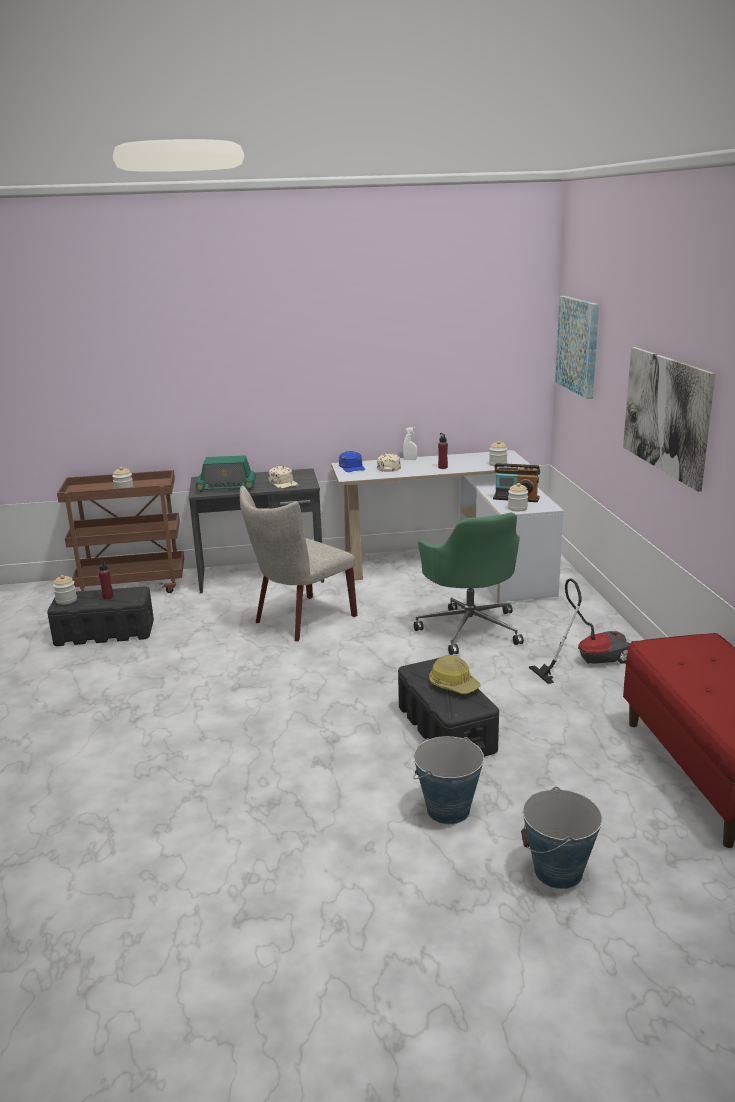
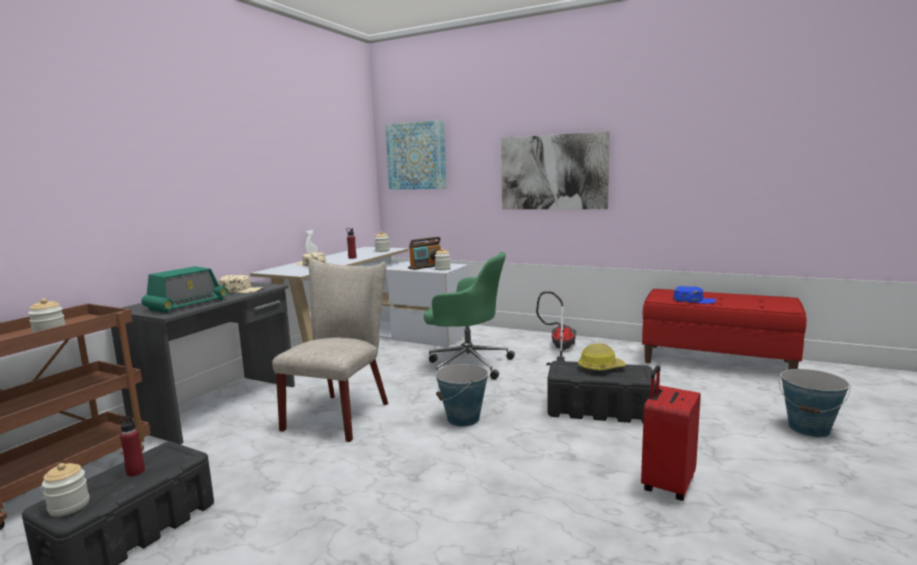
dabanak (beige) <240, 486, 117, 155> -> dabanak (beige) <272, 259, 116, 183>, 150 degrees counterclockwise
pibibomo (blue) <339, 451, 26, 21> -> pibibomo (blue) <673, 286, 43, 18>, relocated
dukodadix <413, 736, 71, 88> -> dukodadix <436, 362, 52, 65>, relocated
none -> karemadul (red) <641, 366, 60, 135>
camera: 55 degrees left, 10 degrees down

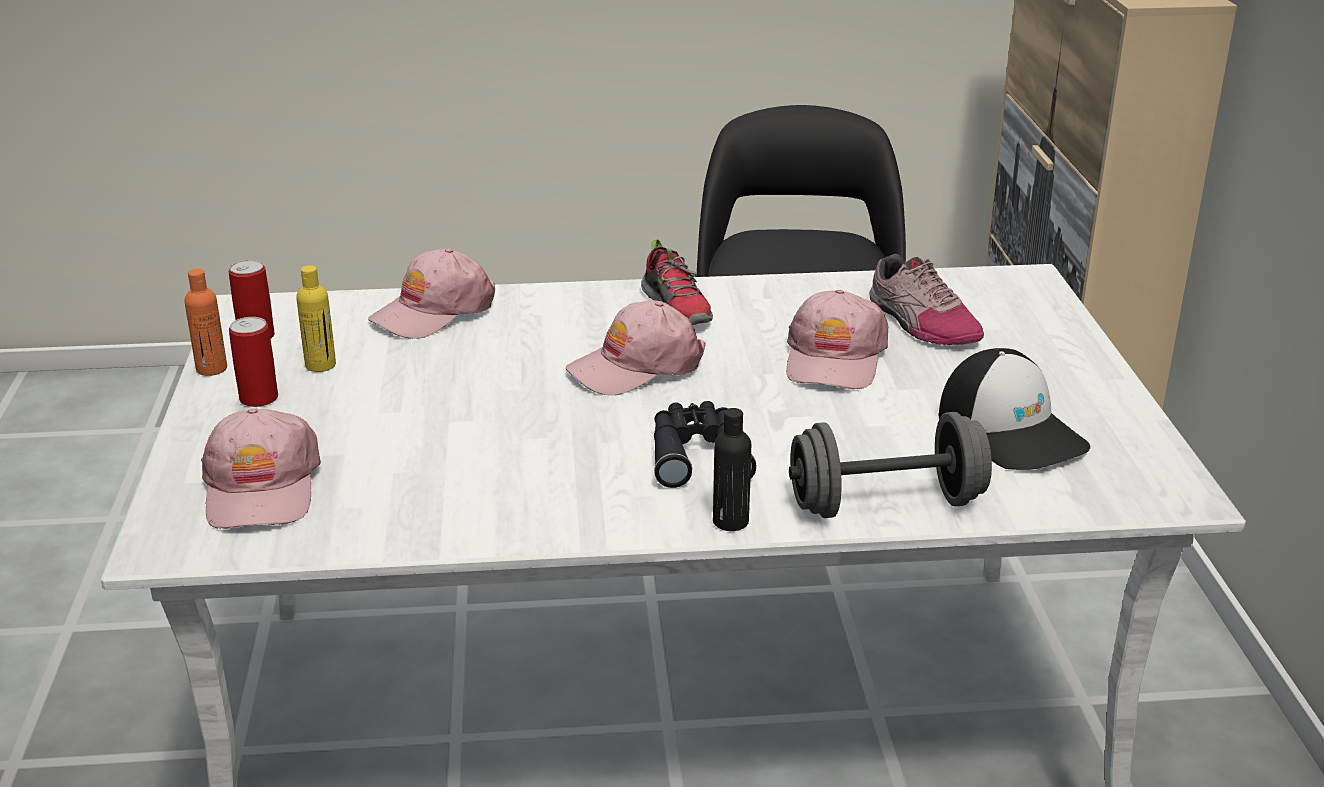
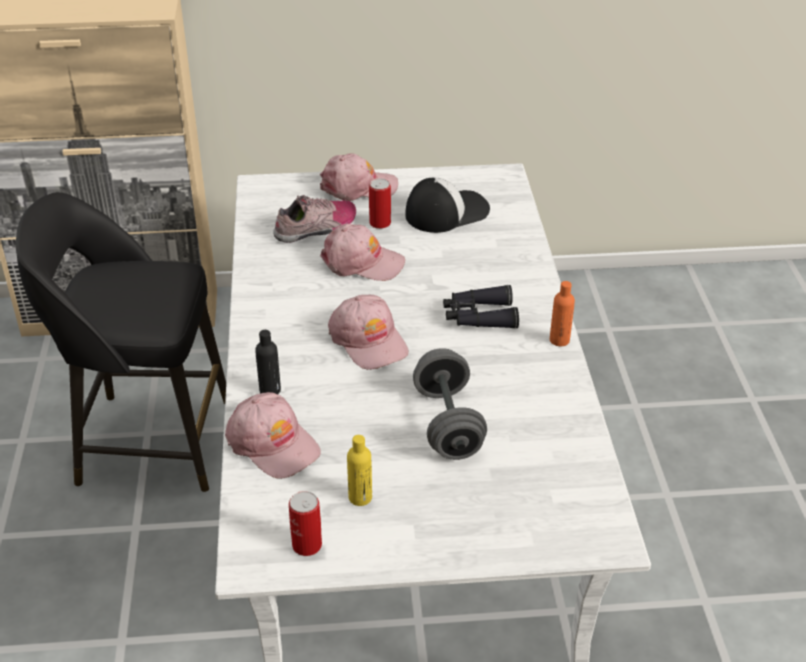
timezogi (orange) <184, 269, 43, 107> -> timezogi (orange) <550, 281, 25, 65>, relocated
pibibomo (pink) <201, 408, 120, 121> -> pibibomo (pink) <320, 153, 78, 48>, relocated
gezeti <229, 317, 49, 90> -> gezeti <369, 178, 22, 51>, relocated
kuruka <641, 239, 72, 86> -> none
timezogi (black) <713, 408, 38, 123> -> timezogi (black) <255, 330, 26, 64>, relocated
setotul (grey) <789, 412, 203, 106> -> setotul (grey) <413, 348, 74, 112>, relocated
camera: 90 degrees left, 10 degrees up

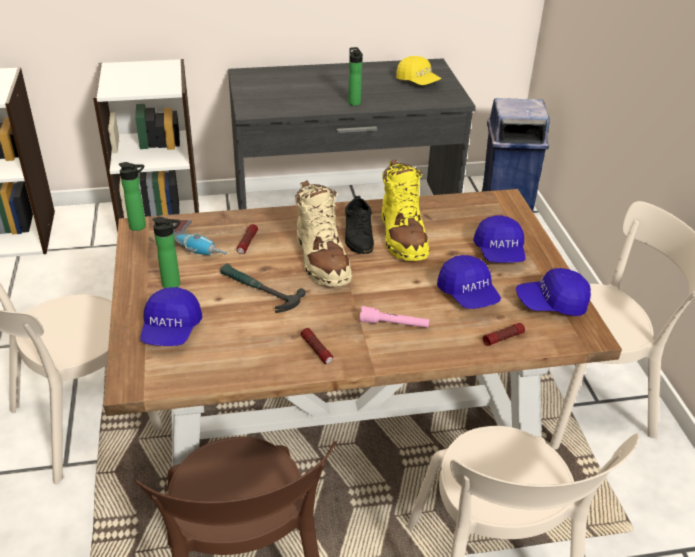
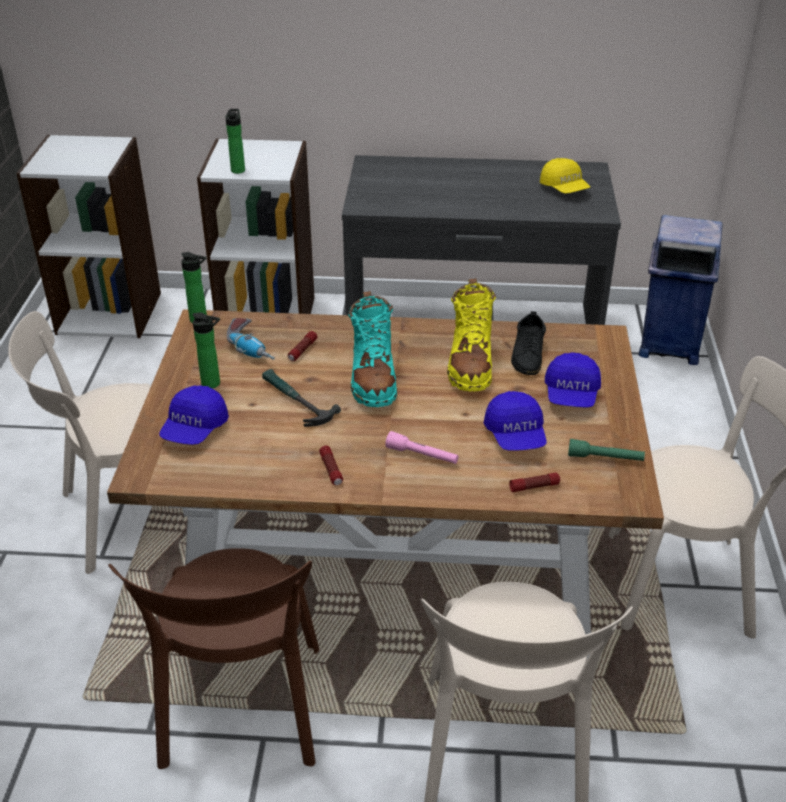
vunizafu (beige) <295, 181, 57, 105> -> vunizafu (turquoise) <348, 291, 49, 116>
kuruka (black) <345, 196, 29, 58> -> kuruka (black) <511, 311, 35, 64>, relocated
timezogi <348, 47, 15, 59> -> timezogi <225, 109, 20, 65>, relocated
pibibomo (blue) <516, 268, 75, 48> -> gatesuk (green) <568, 439, 77, 22>
camera: 15 degrees right, 0 degrees up

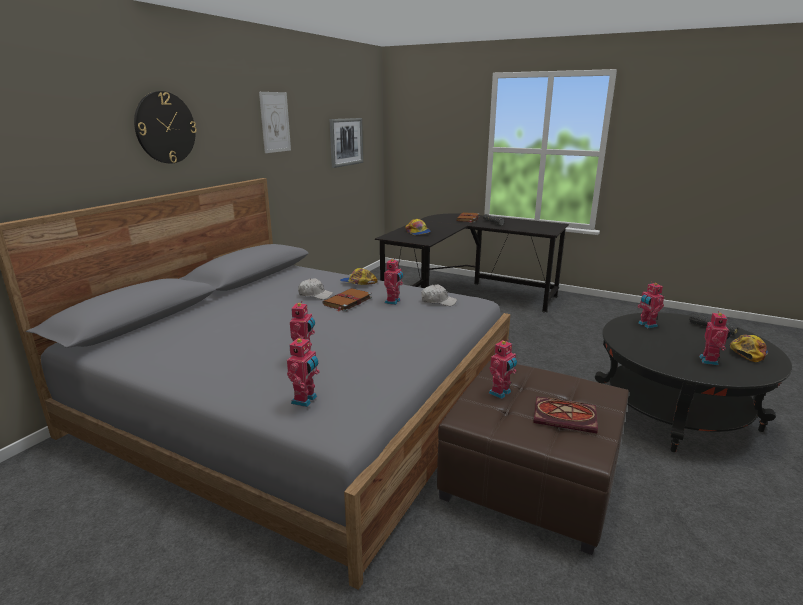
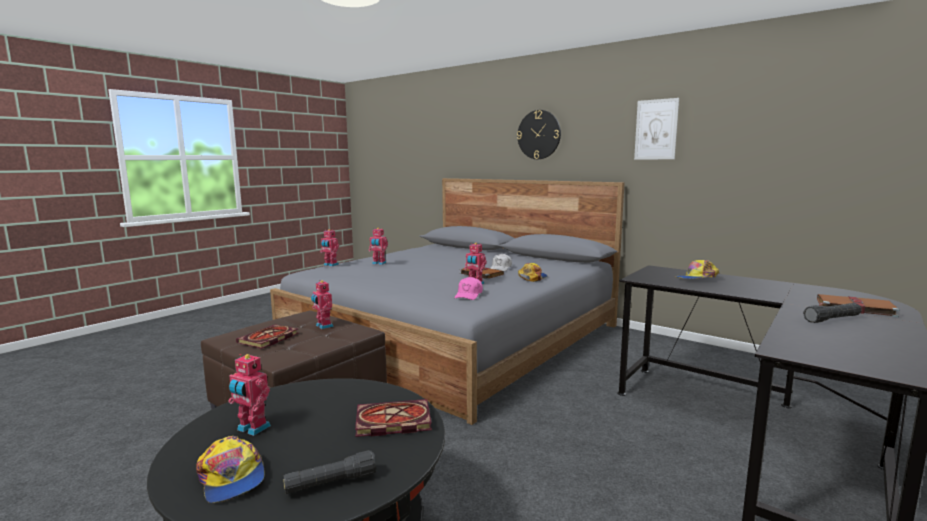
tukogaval <329, 118, 34, 50> -> none
pibibomo (white) <421, 285, 36, 21> -> pibibomo (pink) <454, 277, 29, 23>
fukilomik <638, 283, 26, 45> -> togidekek <355, 399, 77, 38>
camera: 100 degrees right, 10 degrees down

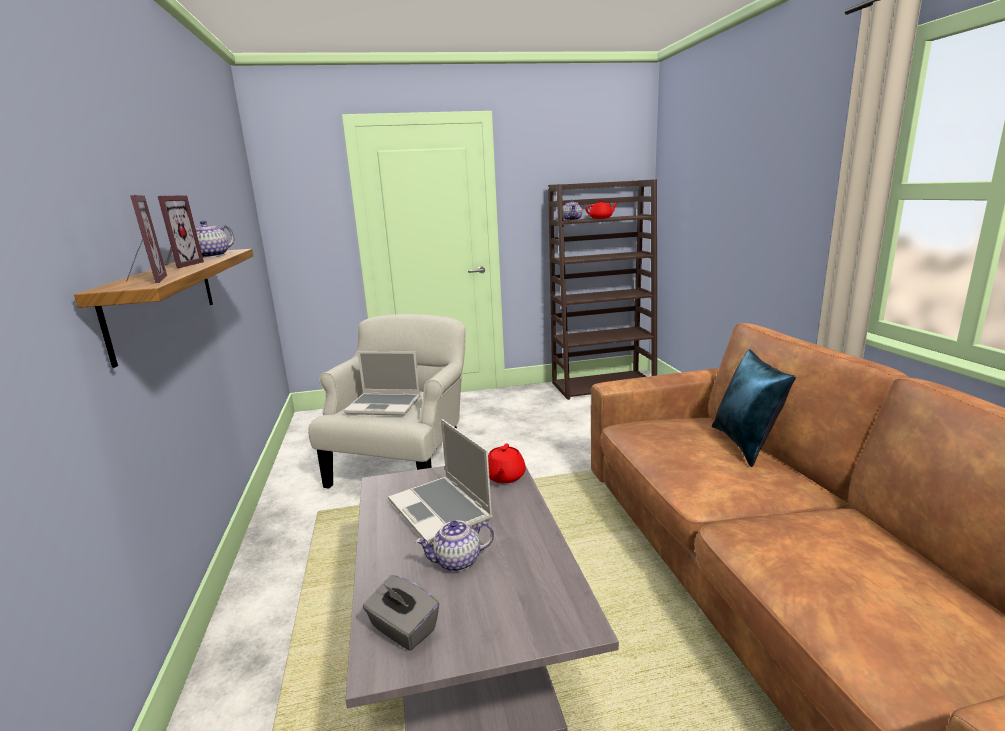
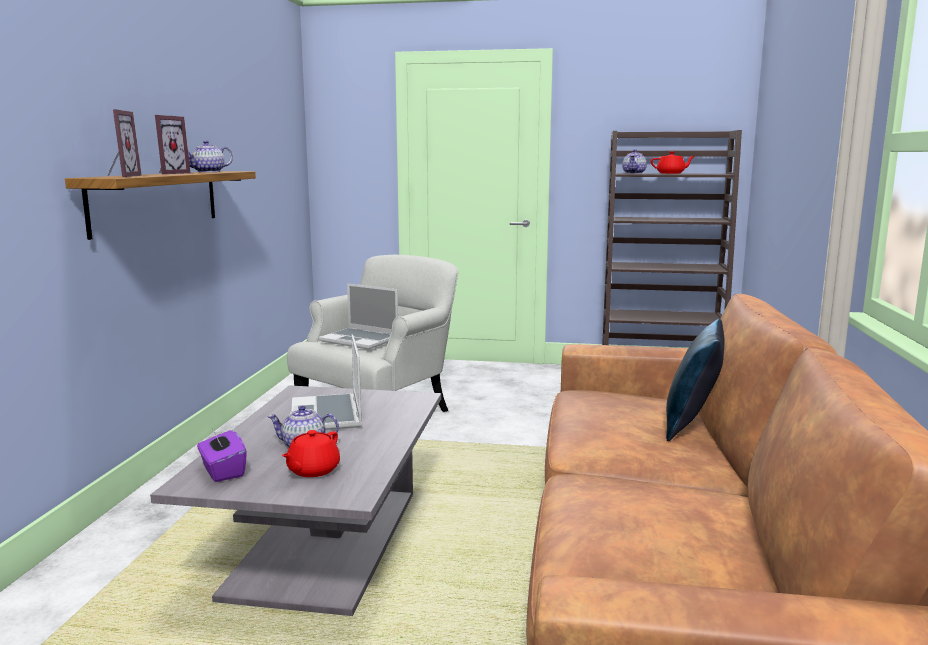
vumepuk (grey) <363, 575, 76, 76> -> vumepuk (purple) <197, 428, 50, 54>
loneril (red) <488, 443, 38, 40> -> loneril (red) <282, 430, 58, 47>, relocated
camera: 20 degrees right, 5 degrees down

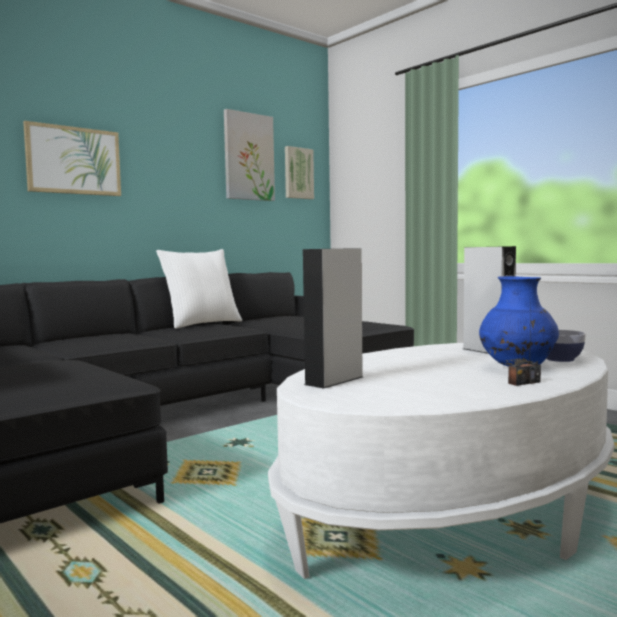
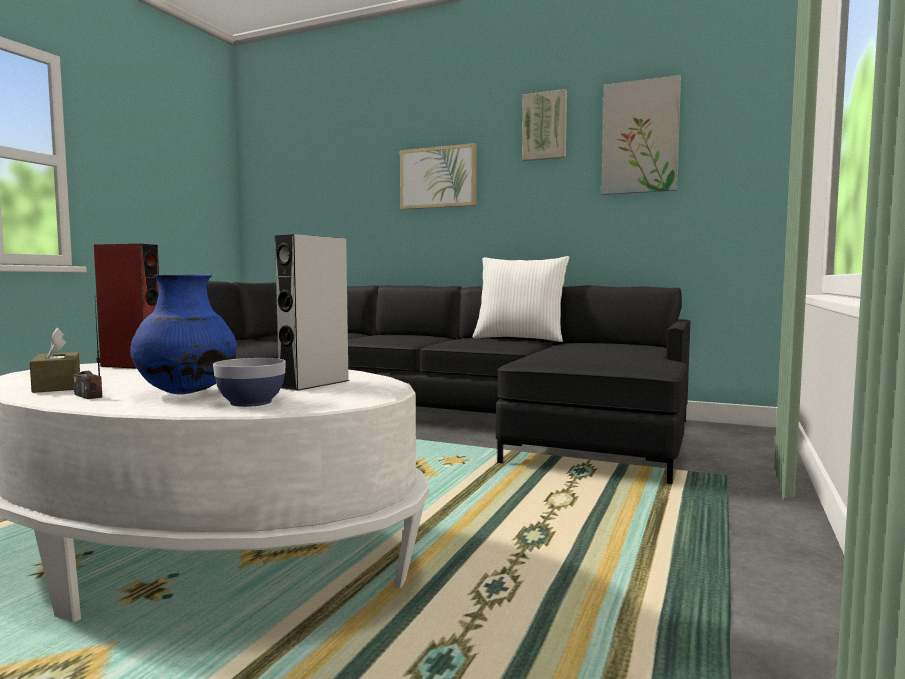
tukogaval <285, 146, 29, 53> -> tukogaval <522, 89, 45, 72>, relocated
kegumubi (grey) <303, 248, 60, 140> -> kegumubi (red) <94, 244, 65, 125>
none -> vumepuk (brown) <30, 328, 50, 65>
camera: 65 degrees right, 0 degrees up

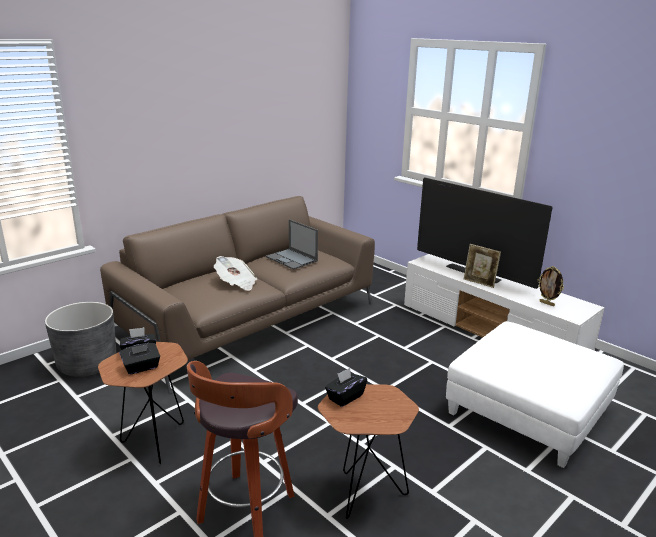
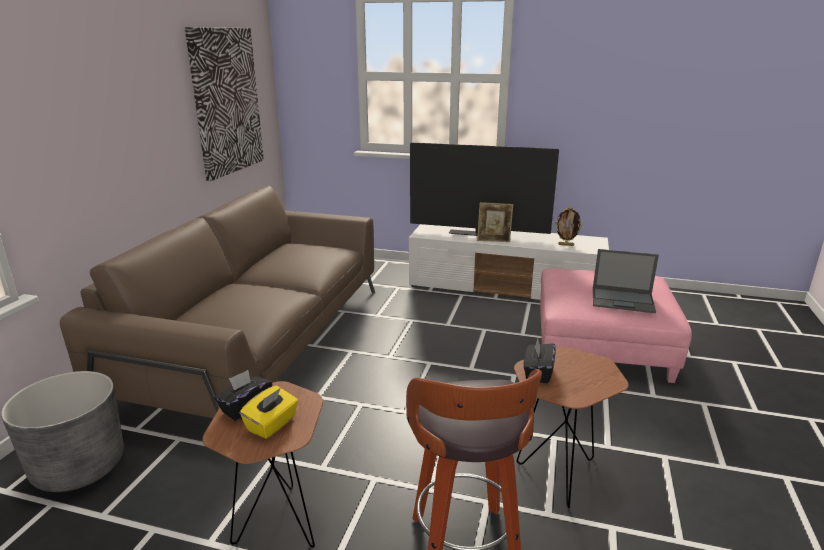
vumepuk (black) <119, 343, 41, 32> -> vumepuk (yellow) <240, 385, 58, 54>
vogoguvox <214, 256, 43, 35> -> none
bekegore <266, 219, 52, 51> -> bekegore <593, 249, 66, 64>, relocated
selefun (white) <446, 321, 178, 147> -> selefun (pink) <540, 268, 152, 115>
none -> tukogaval <185, 27, 79, 154>
camera: 30 degrees left, 0 degrees up

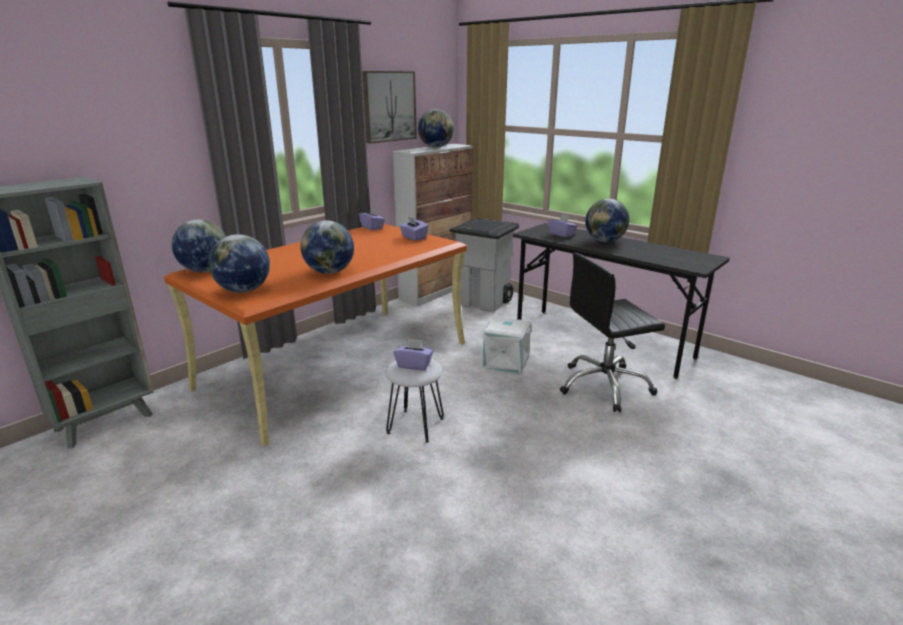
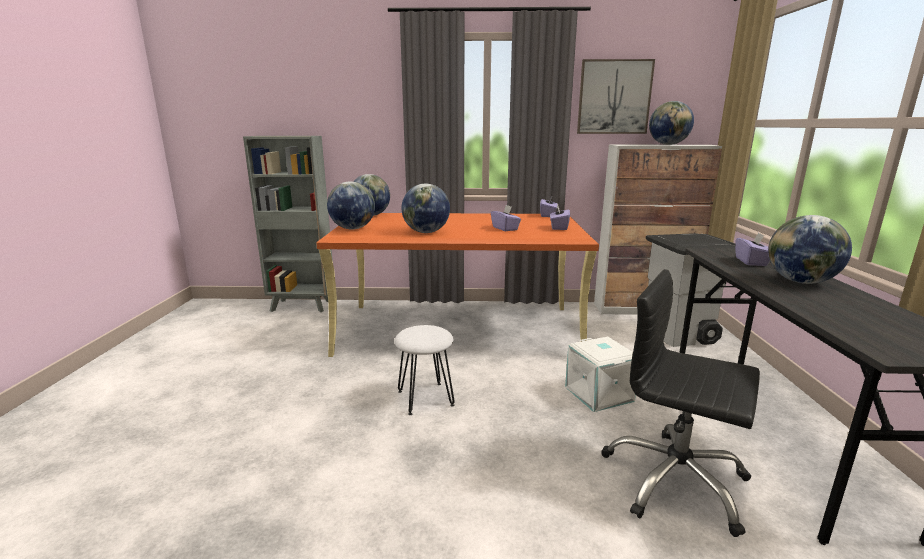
vumepuk (purple) <394, 338, 40, 33> -> vumepuk (purple) <491, 205, 30, 26>, relocated
camera: 50 degrees right, 5 degrees down

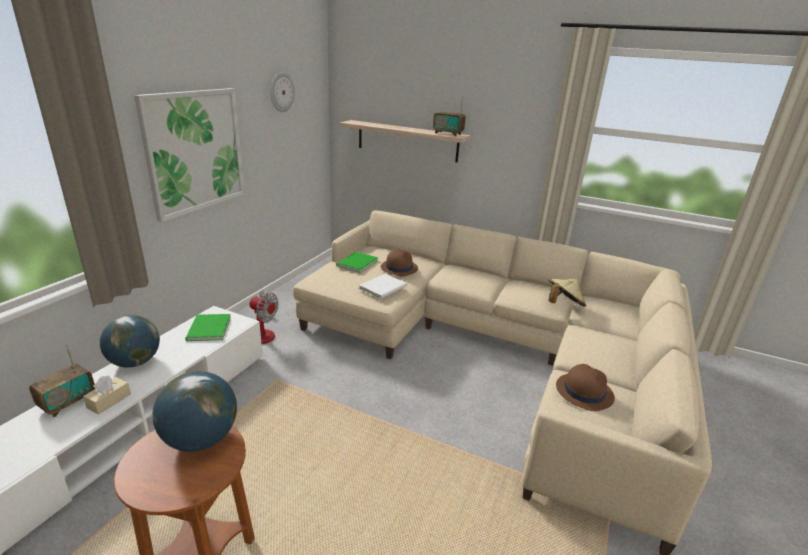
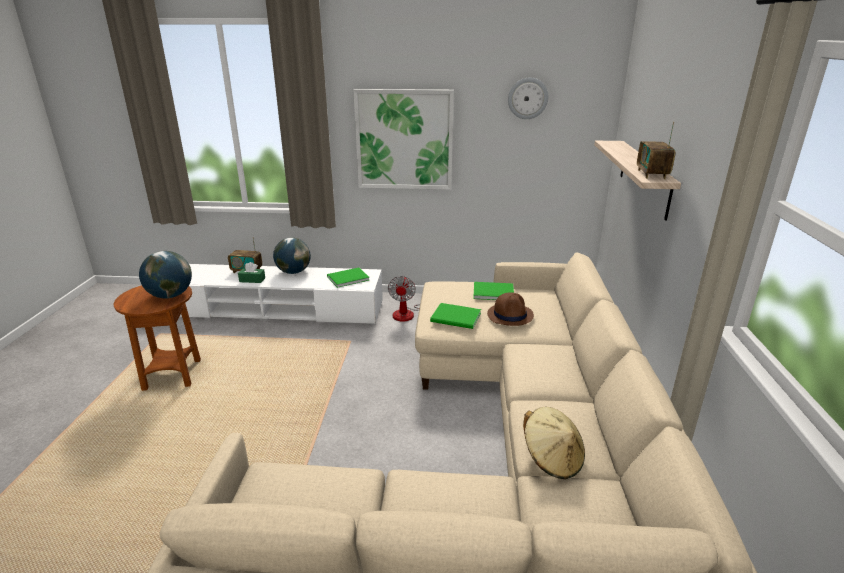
vumepuk (beige) <83, 375, 48, 40> -> vumepuk (green) <238, 262, 27, 21>
togidekek (white) <359, 274, 48, 25> -> togidekek (green) <430, 303, 51, 26>
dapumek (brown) <556, 364, 59, 47> -> none
camera: 70 degrees right, 0 degrees up

